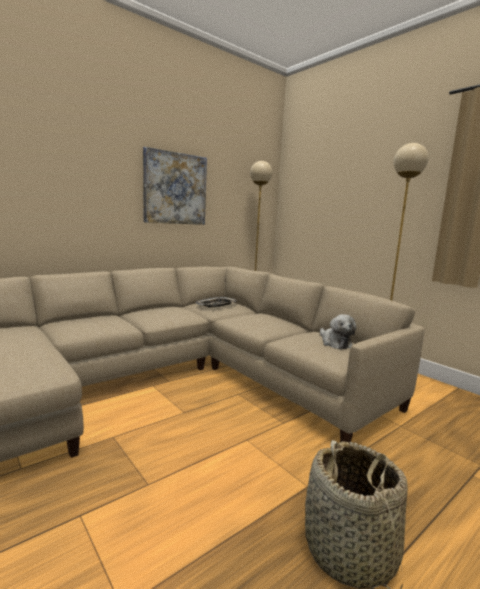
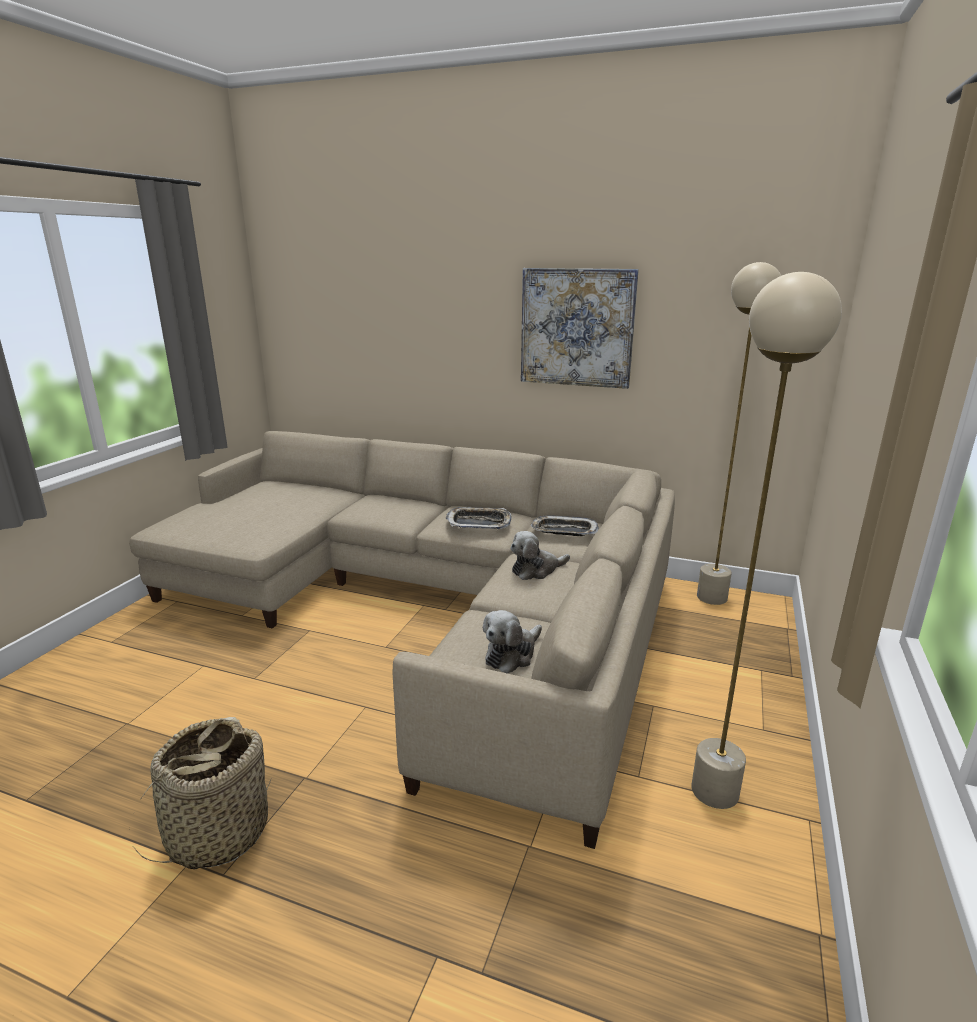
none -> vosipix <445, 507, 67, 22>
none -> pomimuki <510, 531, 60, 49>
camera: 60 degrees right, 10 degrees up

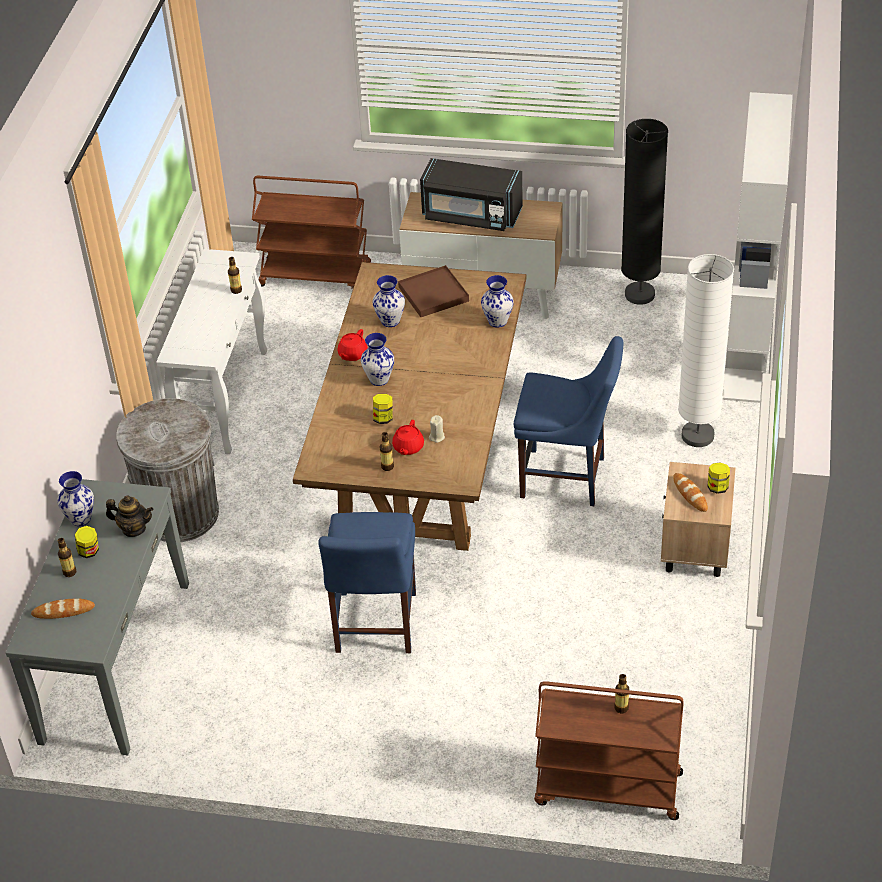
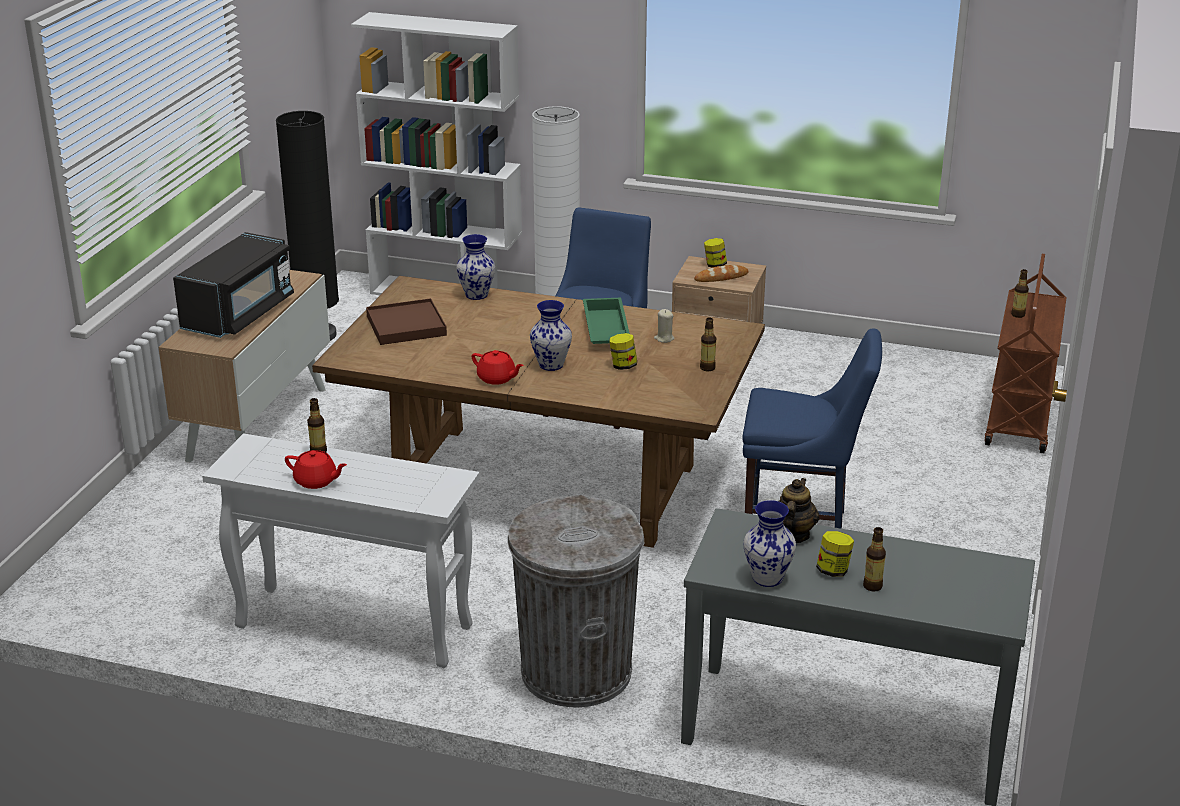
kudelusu <31, 598, 64, 21> -> none
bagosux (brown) <252, 176, 119, 112> -> none
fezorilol <373, 275, 32, 52> -> none
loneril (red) <392, 420, 32, 35> -> loneril (red) <285, 450, 62, 39>, relocated
none -> vosipix (green) <583, 298, 47, 46>
camera: 85 degrees left, 15 degrees down

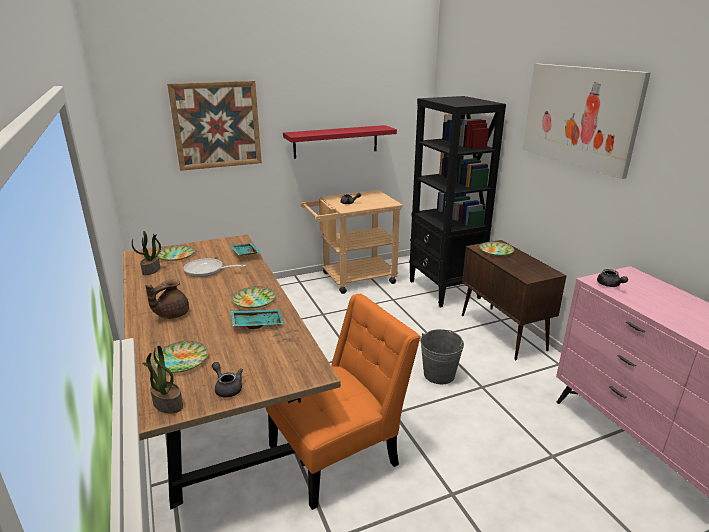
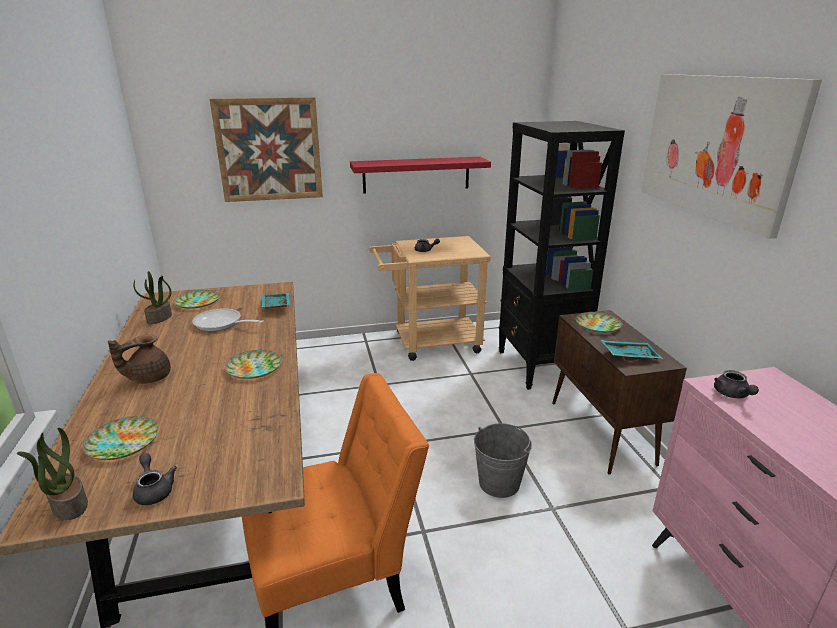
vosipix (turquoise) <231, 309, 53, 20> -> vosipix (turquoise) <601, 340, 62, 21>, relocated
camera: 10 degrees right, 0 degrees up

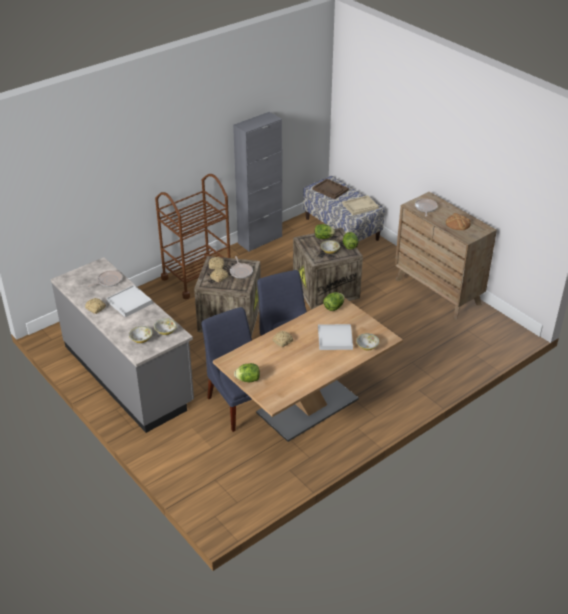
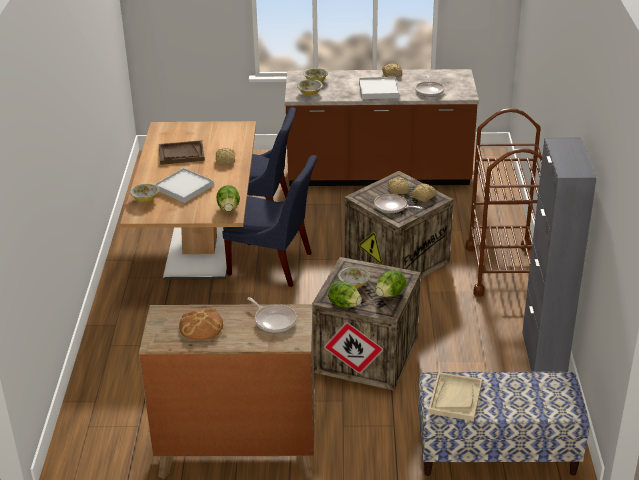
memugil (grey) <51, 257, 143, 176> -> memugil (brown) <285, 69, 194, 117>
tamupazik <234, 363, 26, 20> -> none
vosipix (brown) <313, 179, 36, 21> -> vosipix (brown) <159, 140, 46, 25>, relocated
camera: 130 degrees right, 5 degrees down

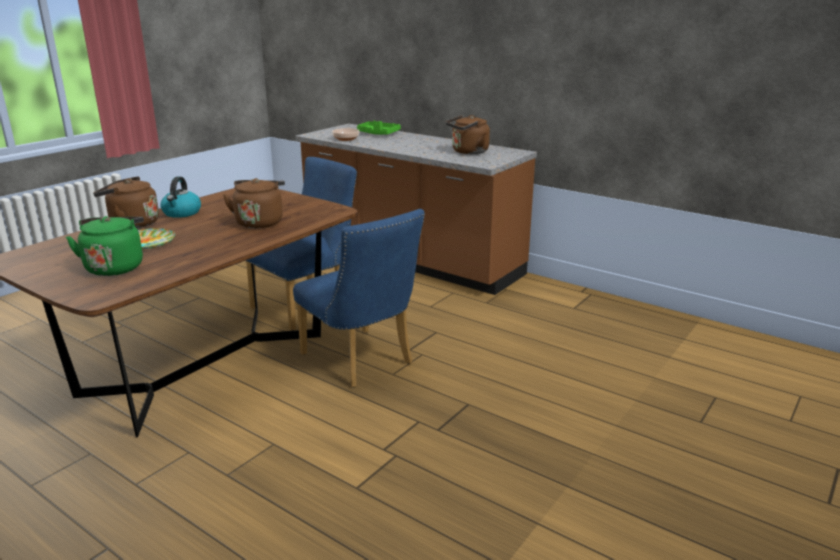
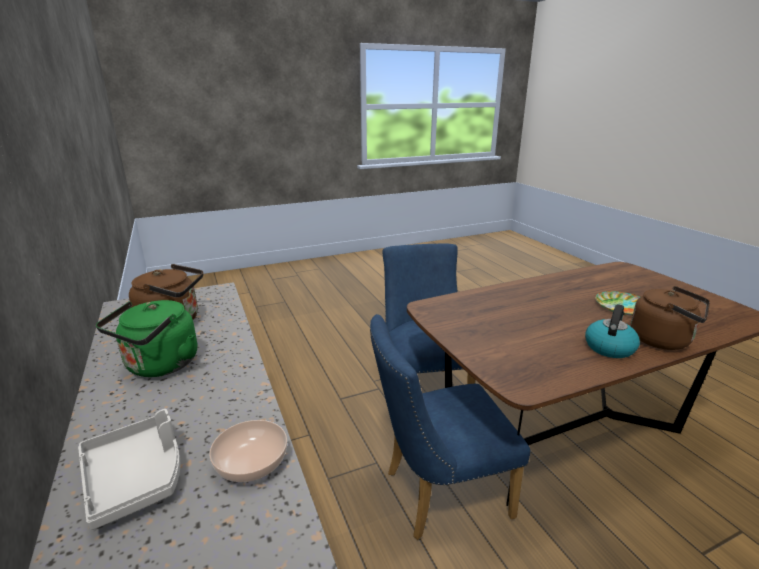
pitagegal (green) <66, 216, 78, 60> -> pitagegal (green) <96, 300, 101, 77>, relocated
pitagegal (brown) <223, 178, 62, 50> -> none
vosipix (green) <357, 121, 44, 14> -> vosipix (grey) <78, 409, 102, 121>
camera: 150 degrees left, 0 degrees up

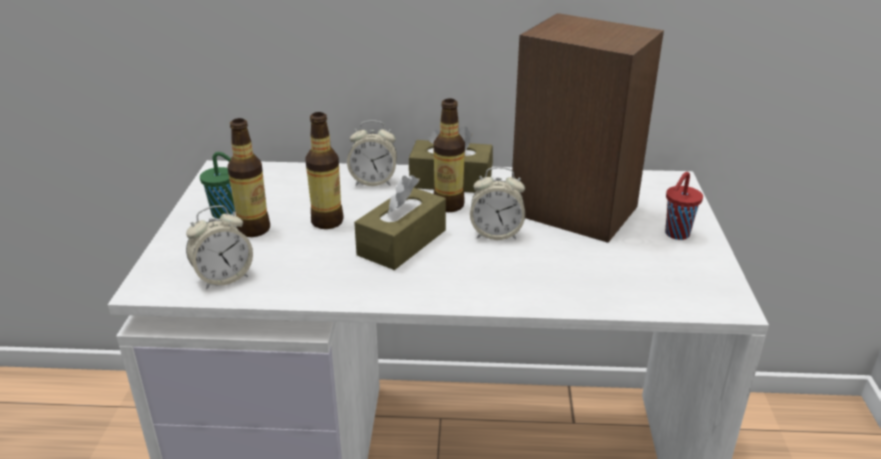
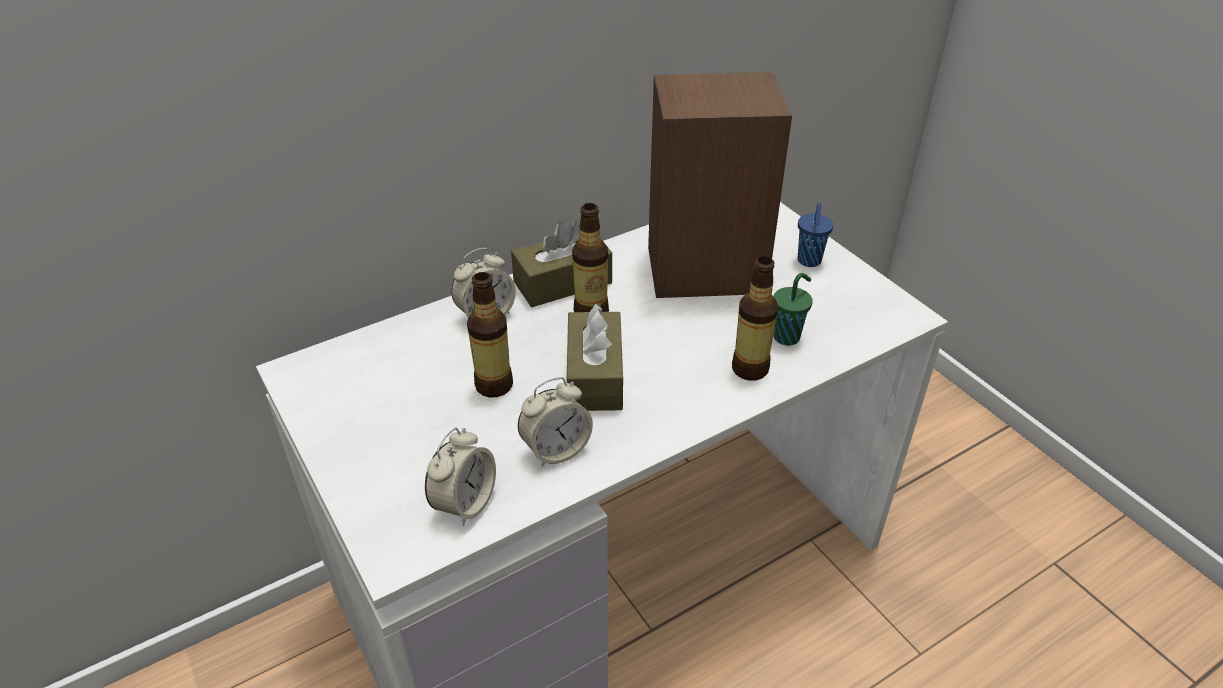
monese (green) <200, 152, 35, 67> -> monese (green) <774, 273, 39, 73>, relocated
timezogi <227, 118, 43, 119> -> timezogi <732, 256, 46, 124>, relocated
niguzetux <470, 167, 55, 73> -> niguzetux <518, 377, 75, 90>, relocated
monese (red) <665, 172, 38, 68> -> monese (blue) <798, 203, 36, 64>
camera: 35 degrees left, 10 degrees up

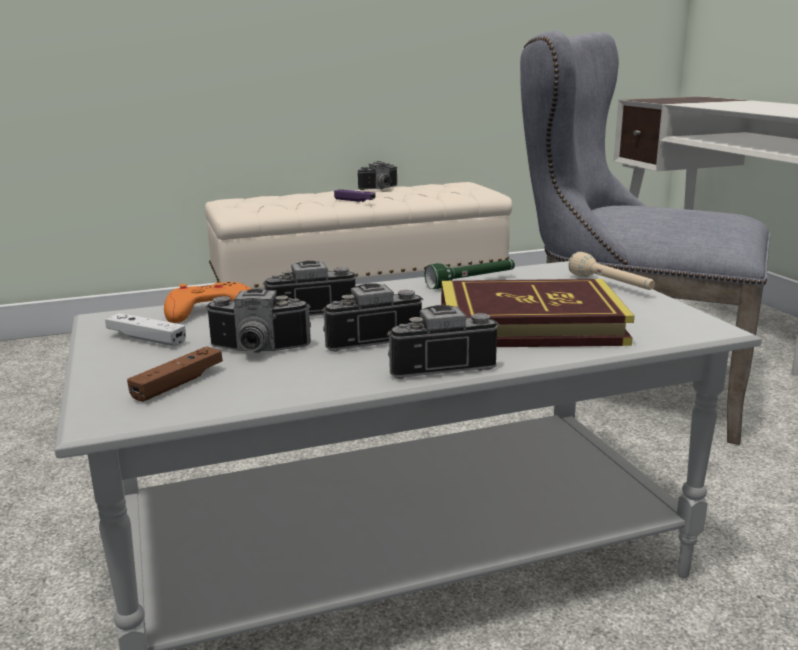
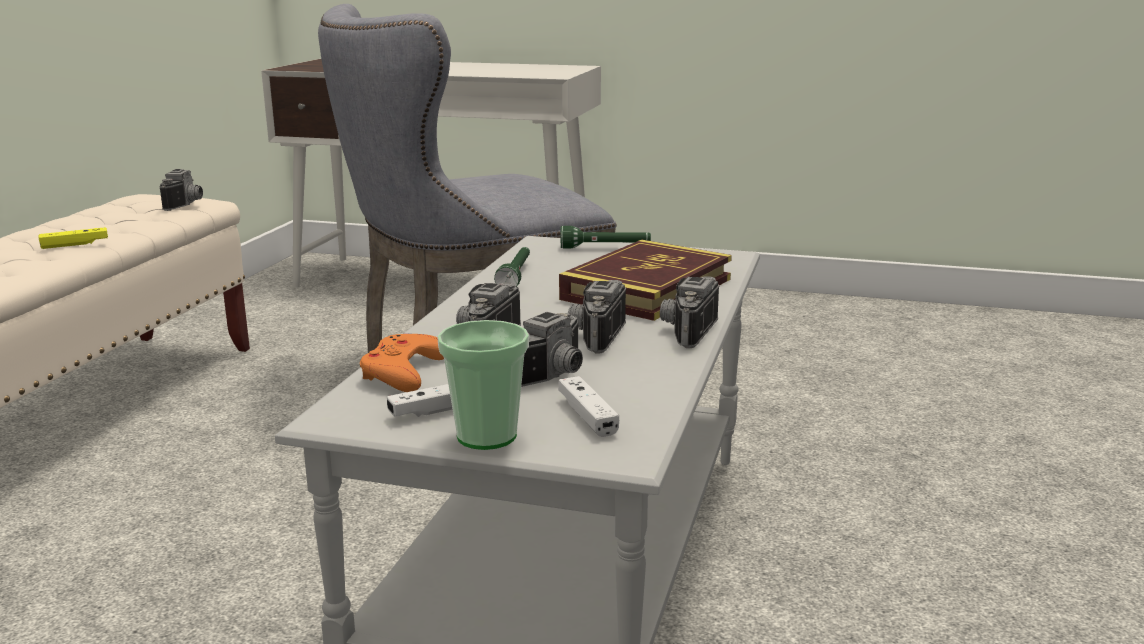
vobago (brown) <127, 346, 96, 56> -> vobago (white) <558, 376, 61, 61>
vobago (purple) <334, 189, 42, 13> -> vobago (yellow) <39, 227, 69, 22>
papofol <358, 161, 39, 29> -> papofol <159, 169, 44, 42>, relocated
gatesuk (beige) <568, 252, 87, 38> -> gatesuk (green) <561, 226, 90, 23>
none -> monese <437, 320, 92, 130>
camera: 55 degrees left, 0 degrees up

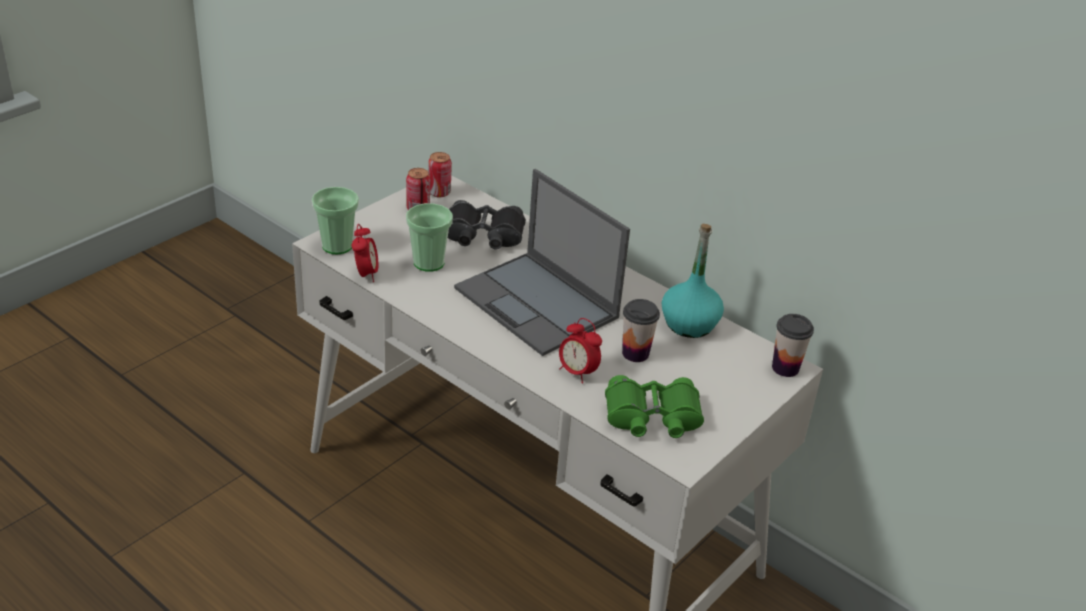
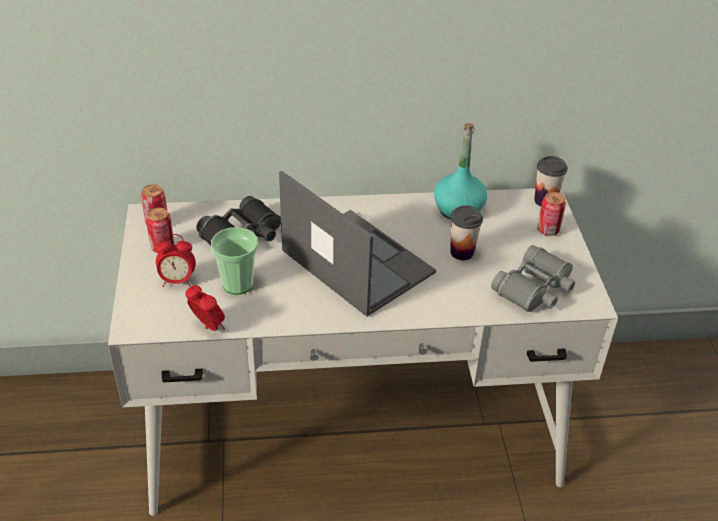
monese <312, 187, 47, 67> -> none
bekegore <454, 169, 176, 187> -> bekegore <279, 171, 157, 146>, 135 degrees counterclockwise
niguzetux <559, 318, 43, 66> -> niguzetux <155, 234, 41, 53>, relocated
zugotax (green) <605, 375, 99, 63> -> zugotax (grey) <491, 245, 84, 67>
none -> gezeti <537, 192, 29, 44>
camera: 45 degrees left, 5 degrees up

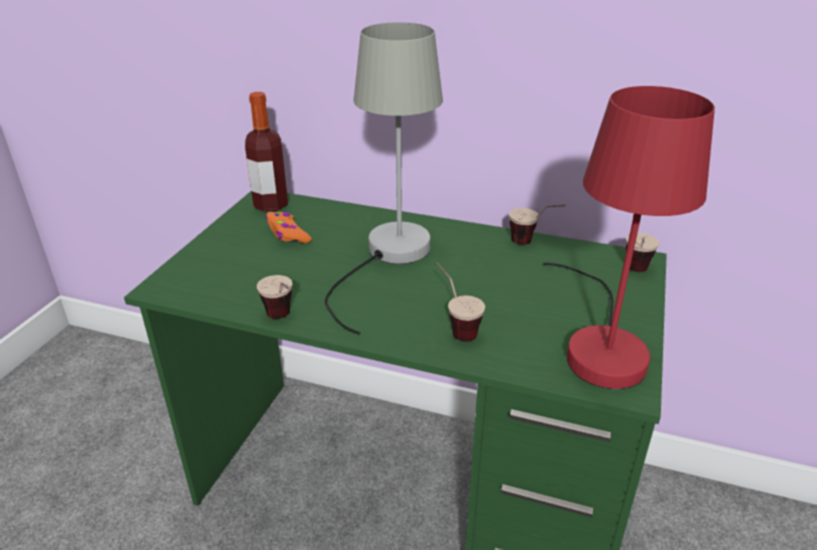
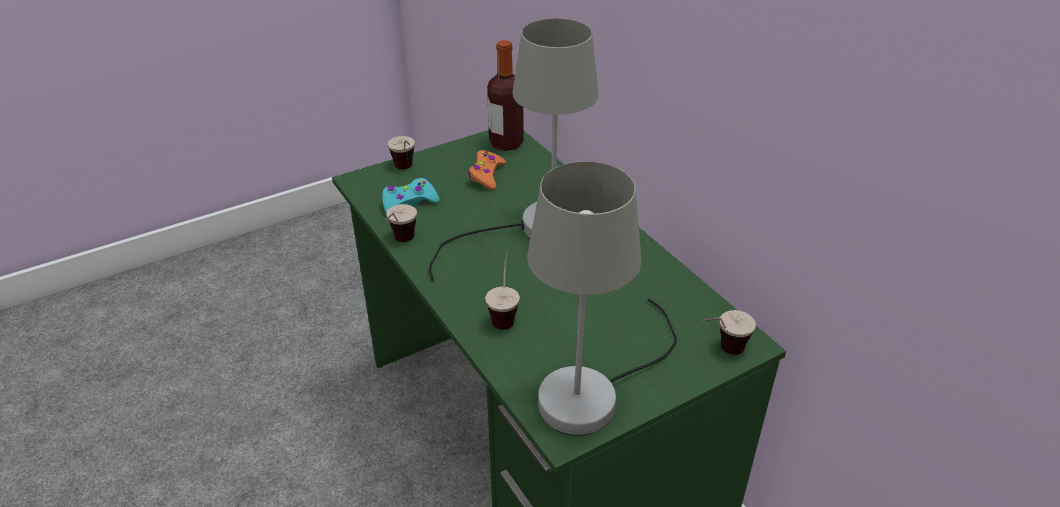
monese <509, 205, 56, 40> -> monese <388, 136, 27, 33>, relocated
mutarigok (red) <543, 86, 172, 303> -> mutarigok (grey) <527, 161, 150, 275>
none -> vobago (turquoise) <382, 178, 57, 35>
camera: 40 degrees right, 5 degrees up

